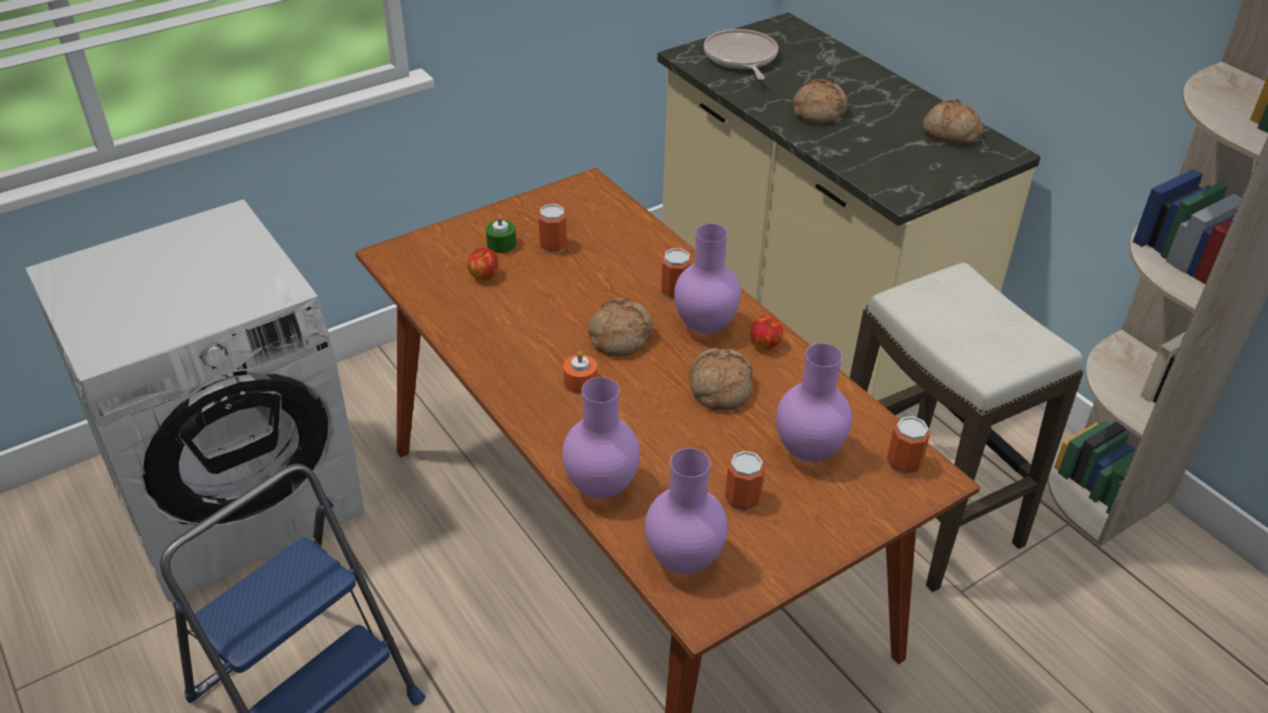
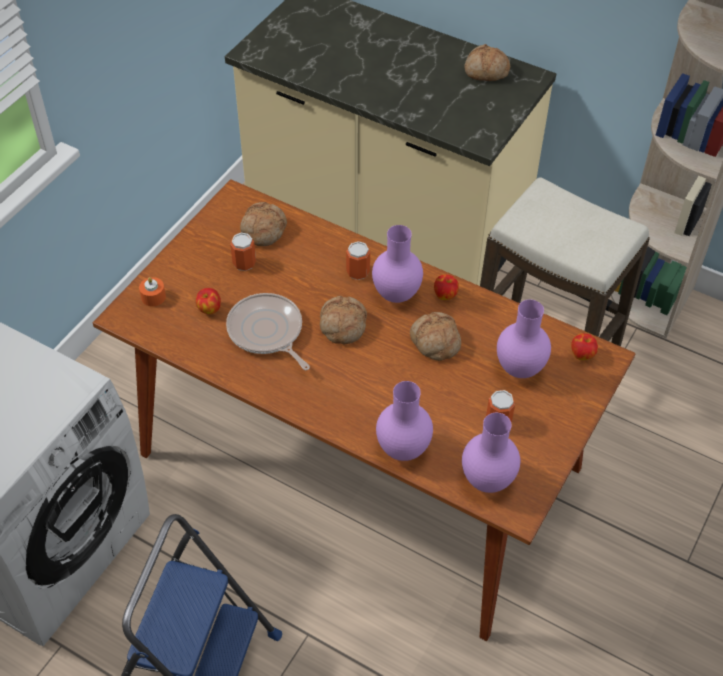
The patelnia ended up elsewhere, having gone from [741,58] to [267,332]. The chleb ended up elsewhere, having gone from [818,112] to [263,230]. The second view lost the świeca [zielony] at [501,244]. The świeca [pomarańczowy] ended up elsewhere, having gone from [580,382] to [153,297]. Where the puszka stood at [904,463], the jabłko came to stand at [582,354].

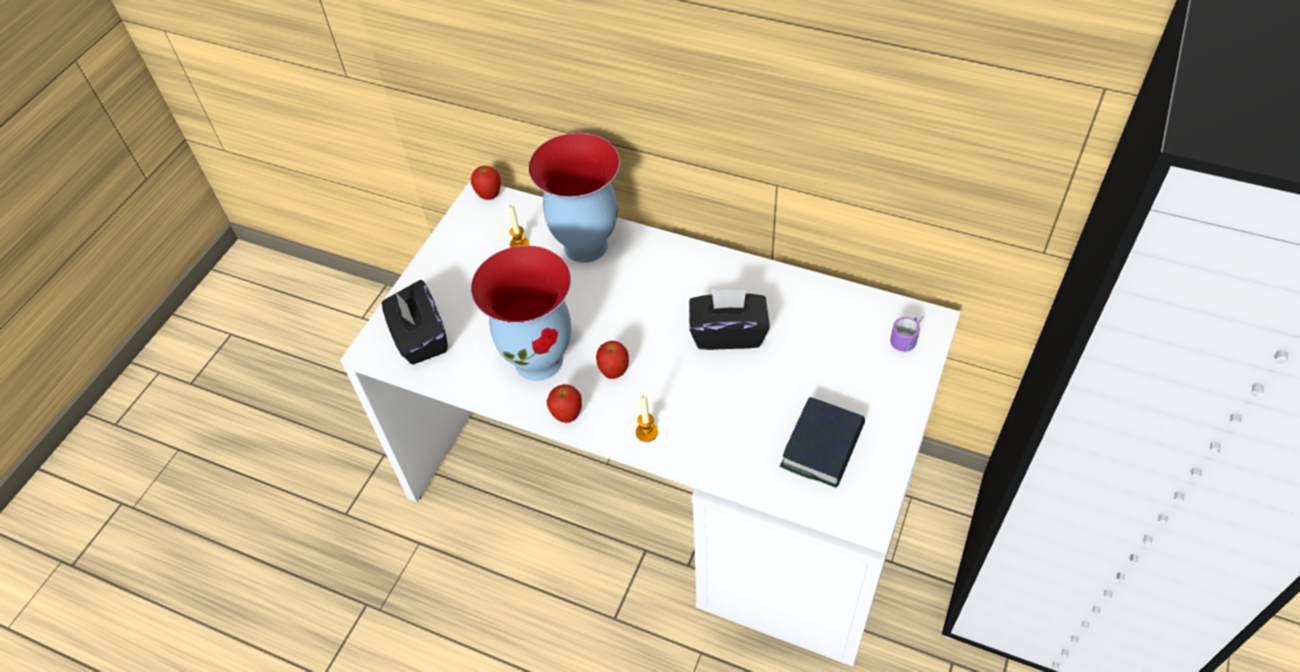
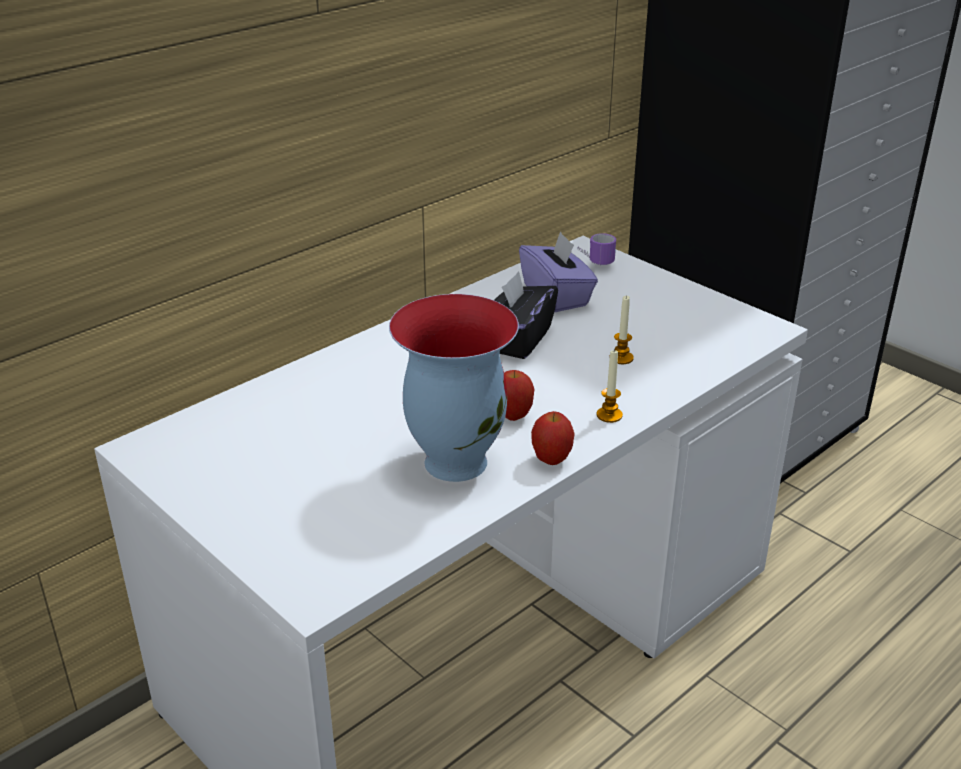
The second view lost the wazon at [584,245]. The second view lost the jabłko at [489,195]. The świeca ended up elsewhere, having gone from [519,244] to [621,358]. The second view lost the pudełko chusteczek [czarny] at [420,338]. The second view lost the książka at [822,447]. The second view gained the pudełko chusteczek [fioletowy] at [557,296].

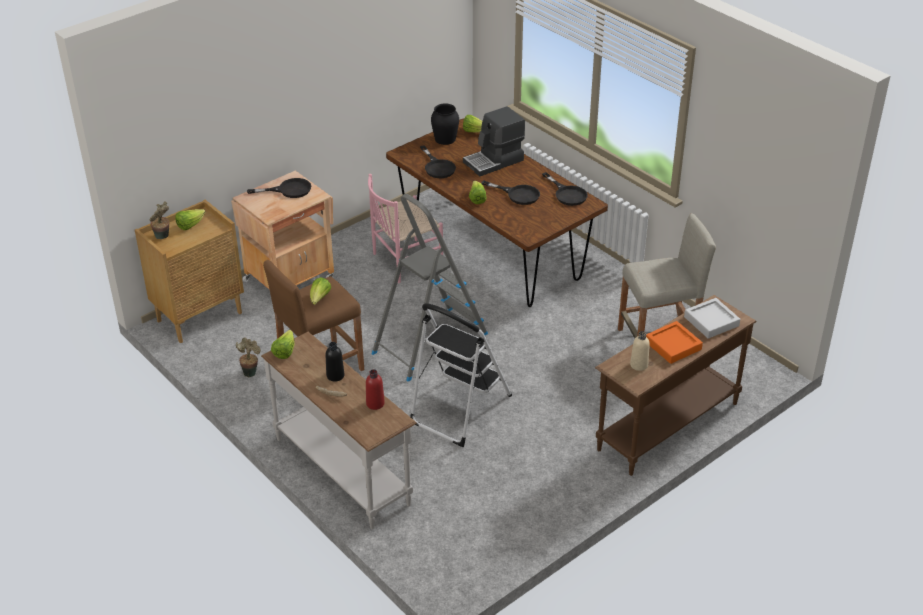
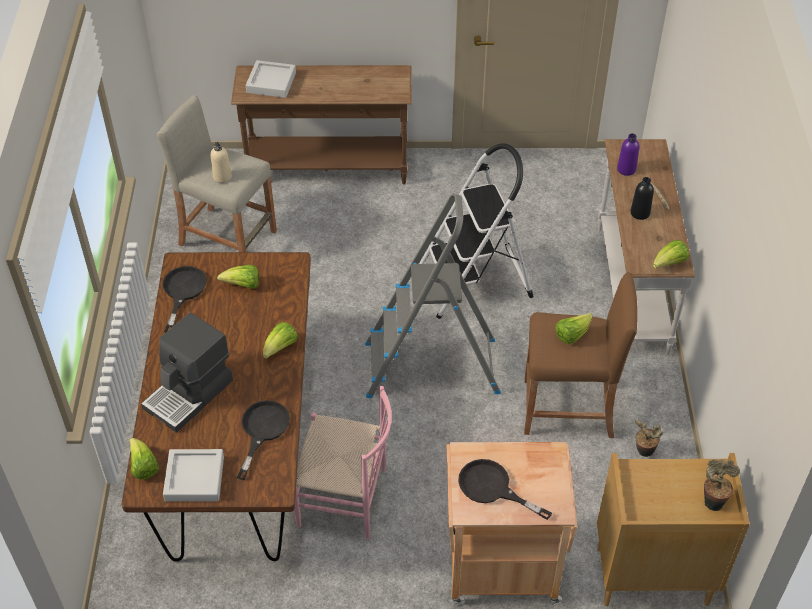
Where the wazon [czarny] stood at [445,139], the taca [szary] came to stand at [194,478]. The ekspres do kawy at [494,161] ended up facing another way, 120 degrees clockwise from before. The second view lost the patelnia [czarny] at [518,194]. The sałata ended up elsewhere, having gone from [190,225] to [243,285]. The second view lost the taca [pomarańczowy] at [673,345]. The butelka [beżowy] ended up elsewhere, having gone from [639,365] to [222,177]. What was the butelka [czerwony] at [375,403] turned into the butelka [fioletowy] at [626,169].

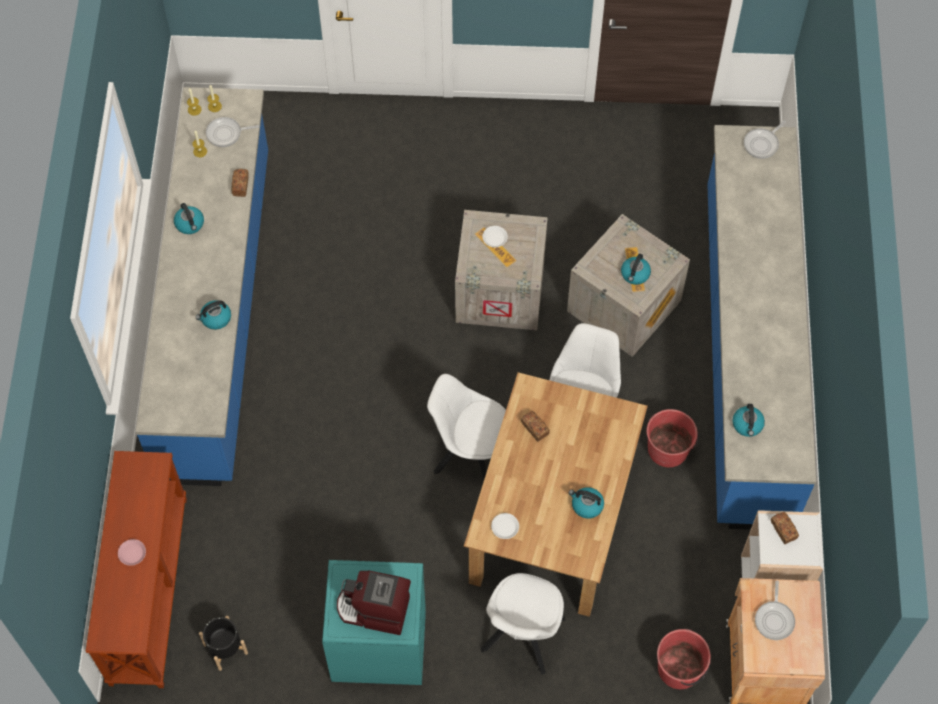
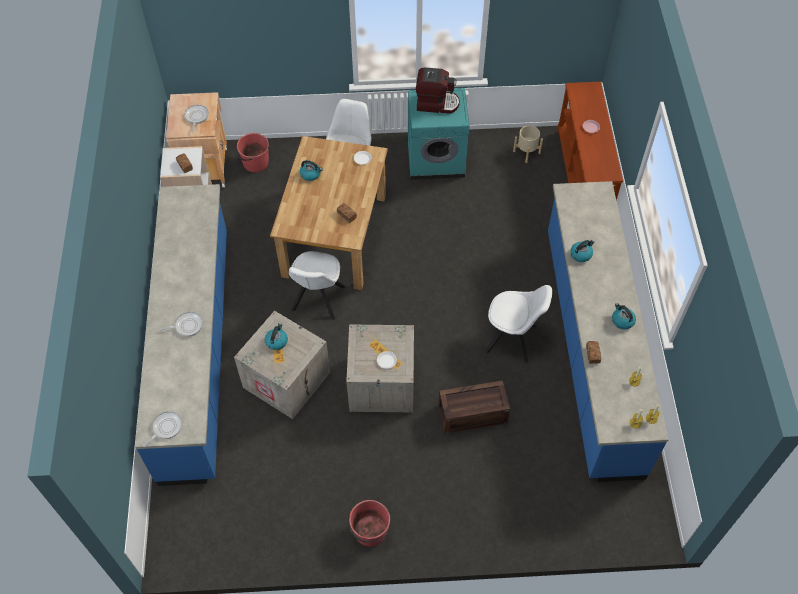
The patelnia ended up elsewhere, having gone from [226,134] to [187,326]. The krzesło [biały] ended up elsewhere, having gone from [470,454] to [513,339]. The second view lost the czajnik at [747,425]. The wiadro [czerwony] ended up elsewhere, having gone from [668,449] to [370,531]. What was the donica [czarny] at [225,649] turned into the donica [beżowy] at [526,152]. The second view gained the skrzynka at [473,413].

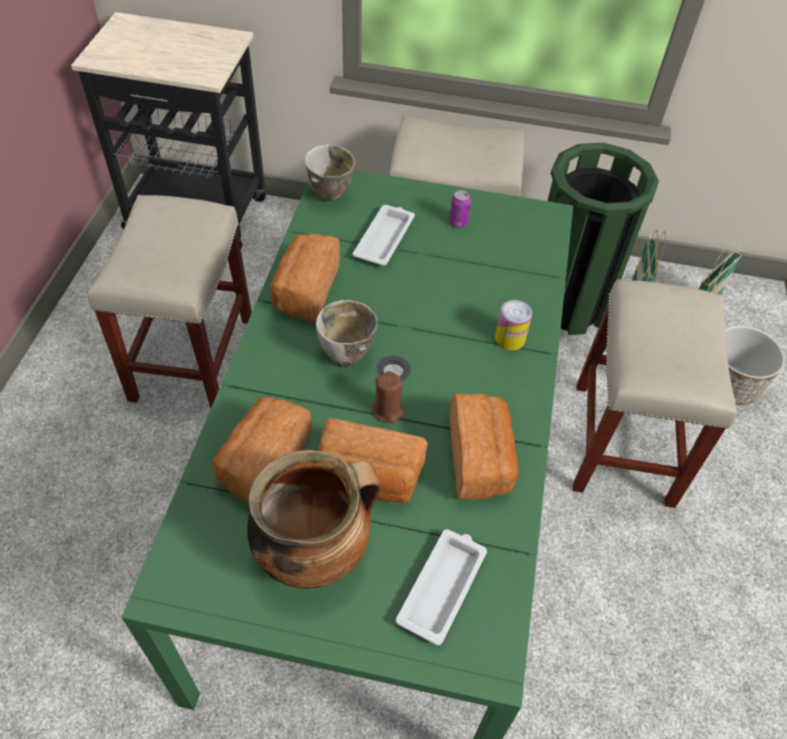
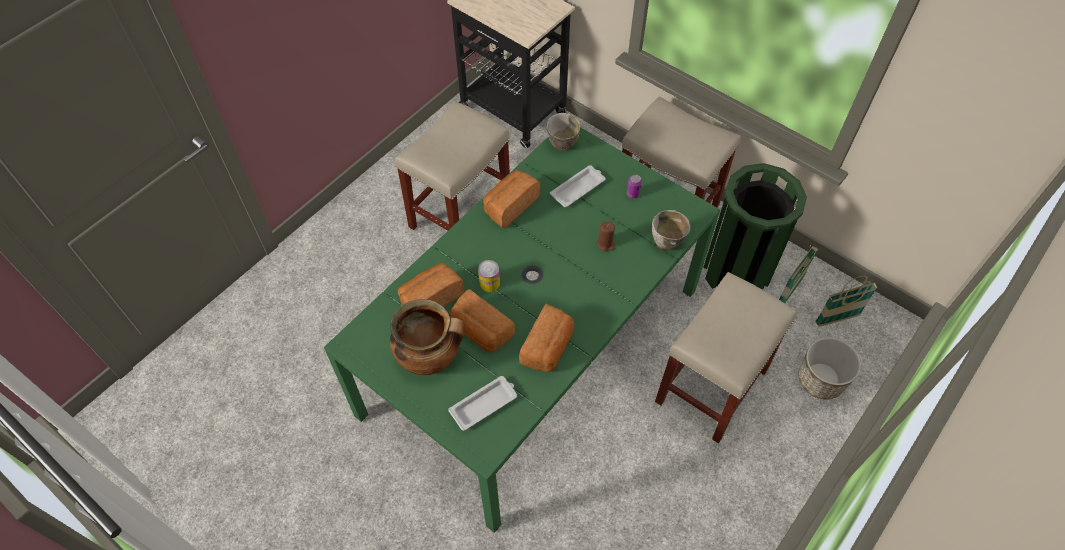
The miska ended up elsewhere, having gone from [347,357] to [666,244]. The puszka ended up elsewhere, having gone from [510,338] to [489,283]. The świeca [brązowy] ended up elsewhere, having gone from [388,410] to [605,244].

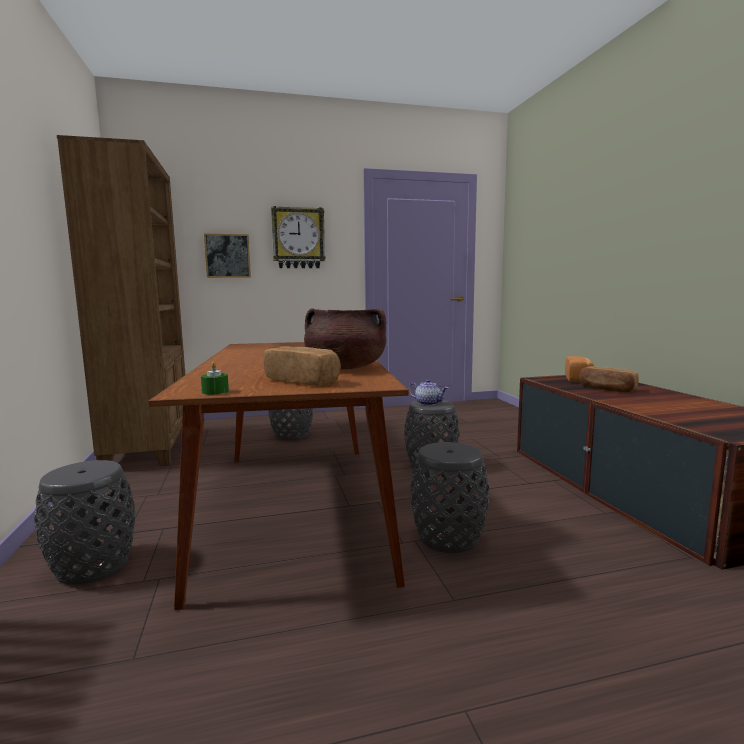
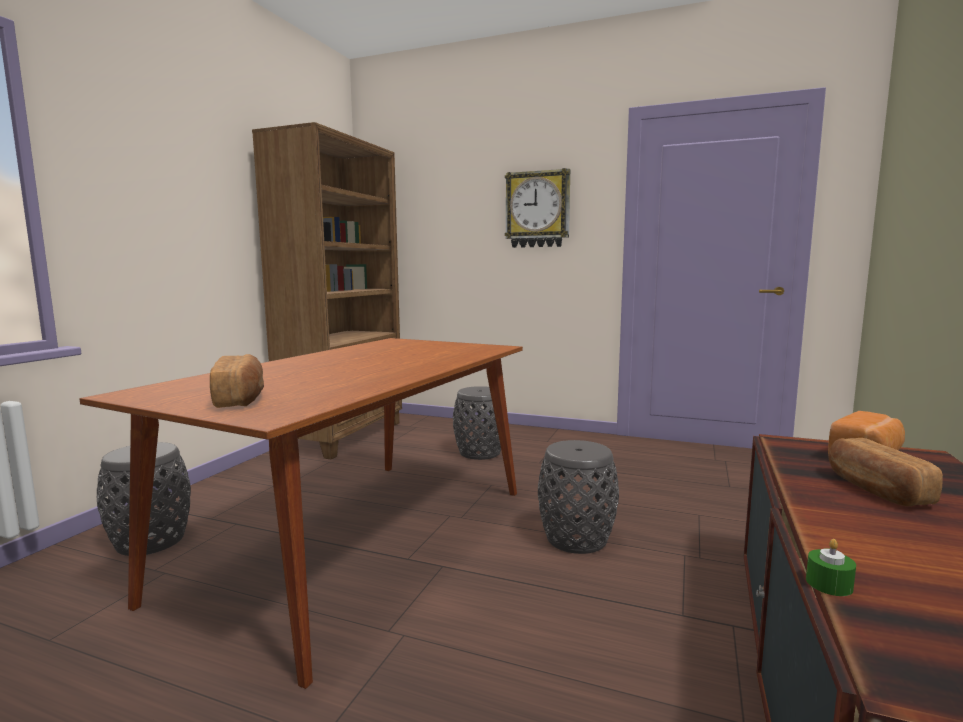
The second view lost the obraz at [227,256]. The second view lost the garnek [brązowy] at [345,368]. The świeca [zielony] ended up elsewhere, having gone from [215,391] to [829,584]. The second view lost the imbryk at [428,403]. The second view lost the stołek [szary] at [448,538].

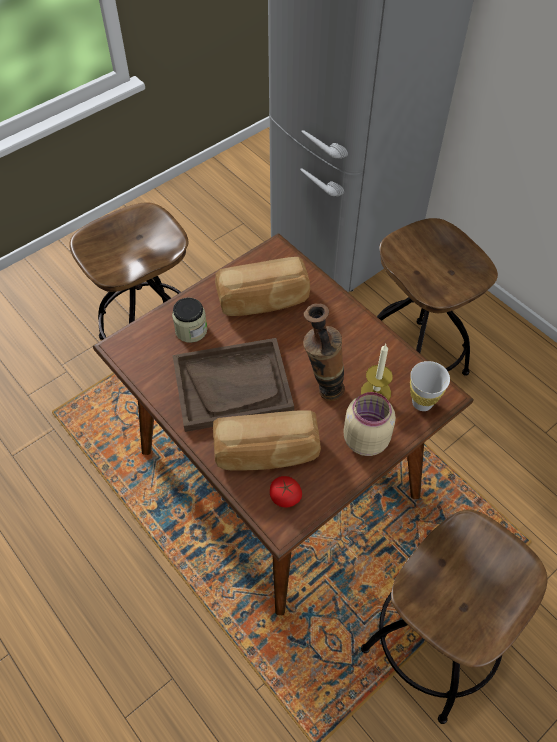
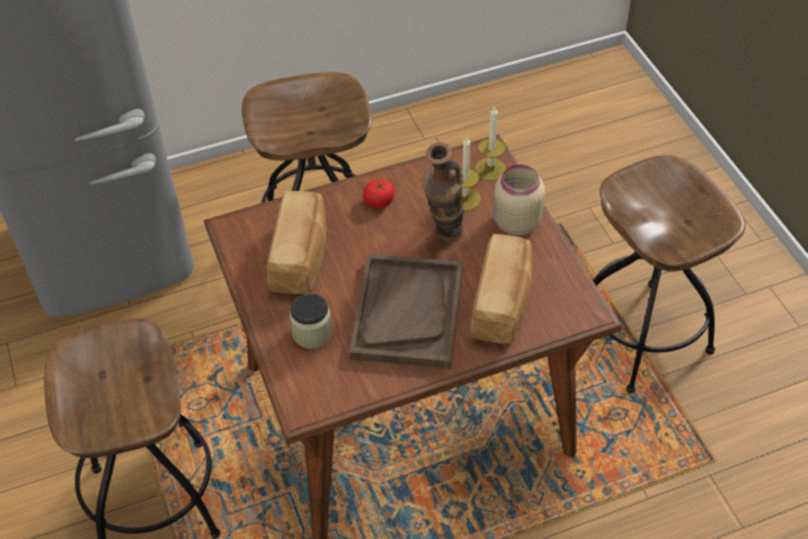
Where the filiżanka [biały] stood at [422,403], the świeca came to stand at [490,169]. The pomidor ended up elsewhere, having gone from [285,497] to [379,201].

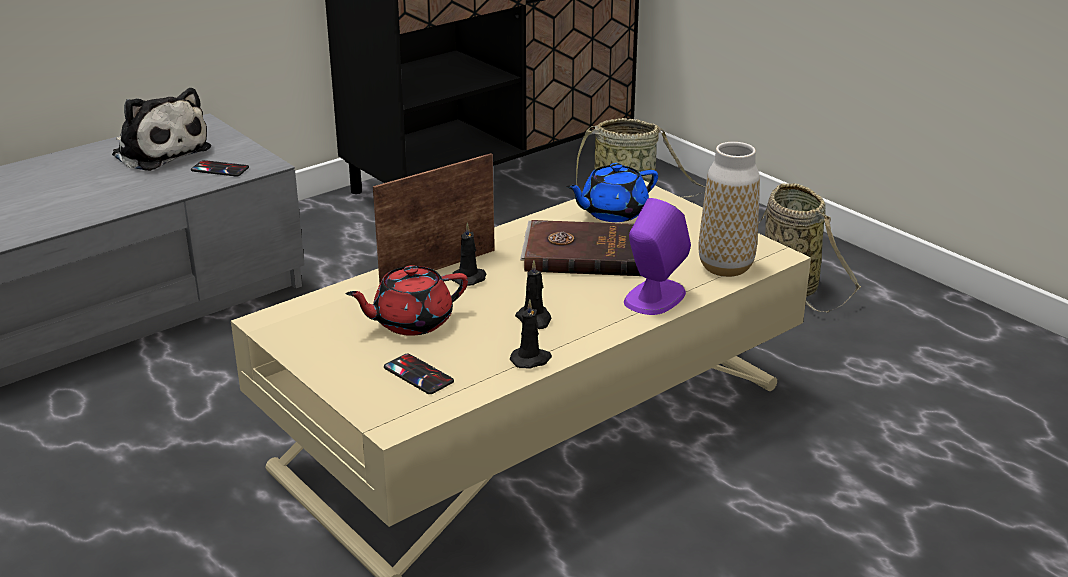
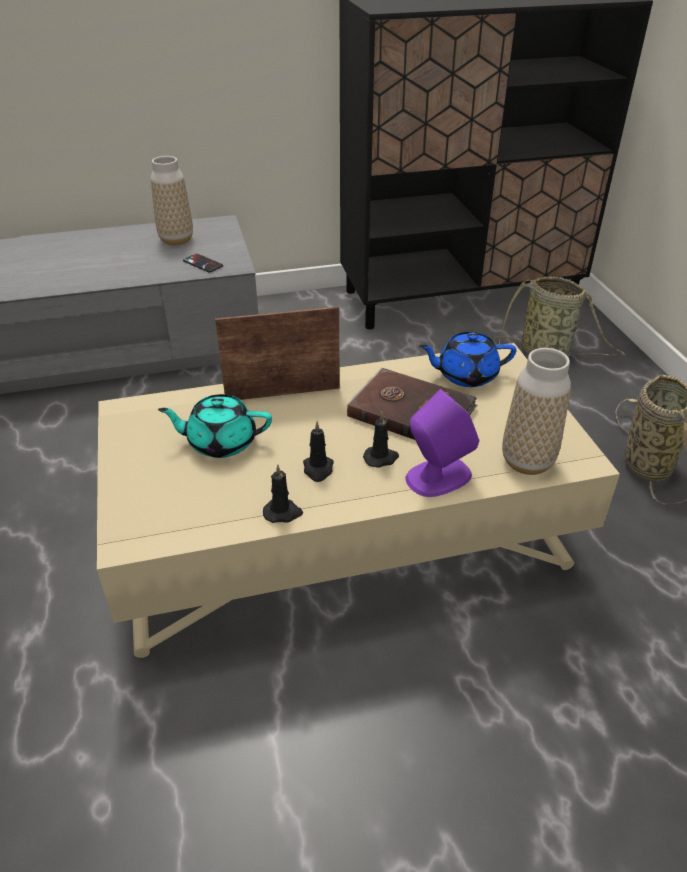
Where the pluszak stood at [159,151], the wazon came to stand at [176,240]. The świeca [czarny] ended up elsewhere, having gone from [470,278] to [381,458]. What was the imbryk [czerwony] at [411,322] turned into the imbryk [turkusowy] at [220,442]. The second view lost the telefon at [418,374].

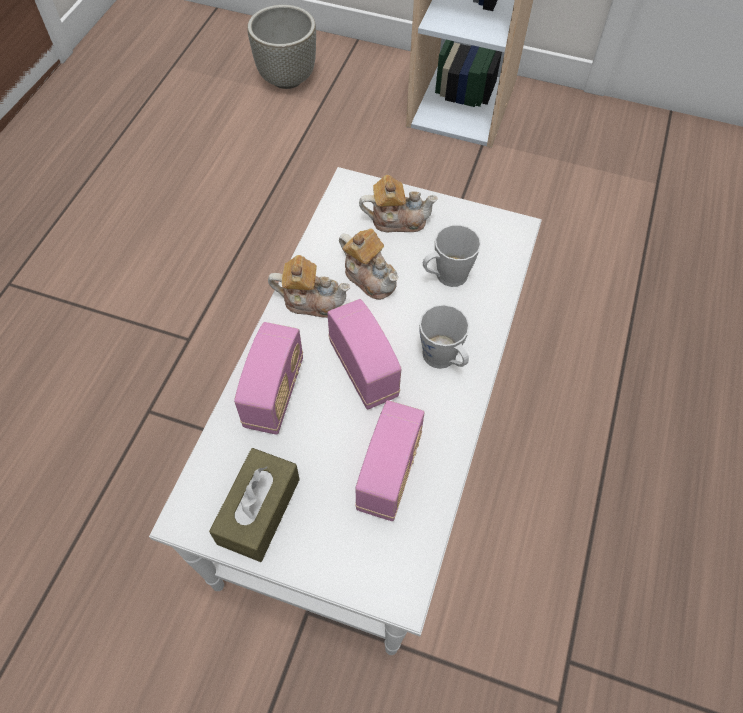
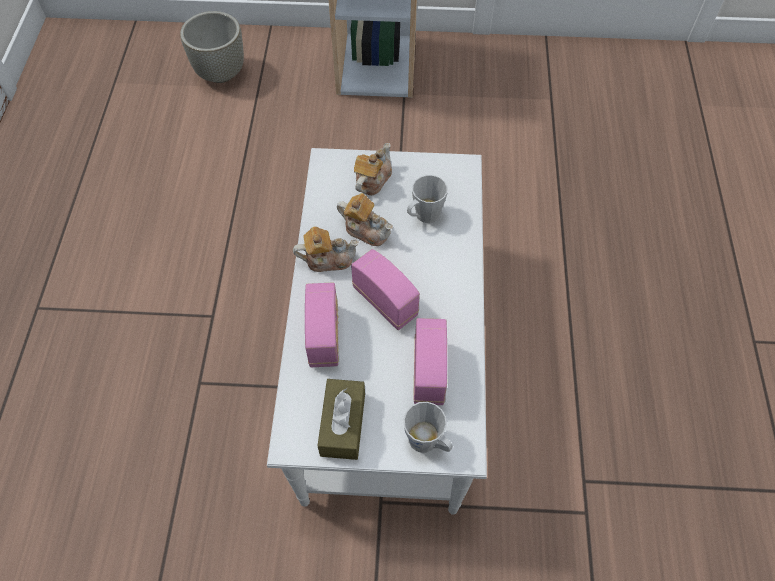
The imbryk at [397,219] ended up facing another way, 45 degrees counterclockwise from before. The kubek [szary] ended up elsewhere, having gone from [443,359] to [428,442].

